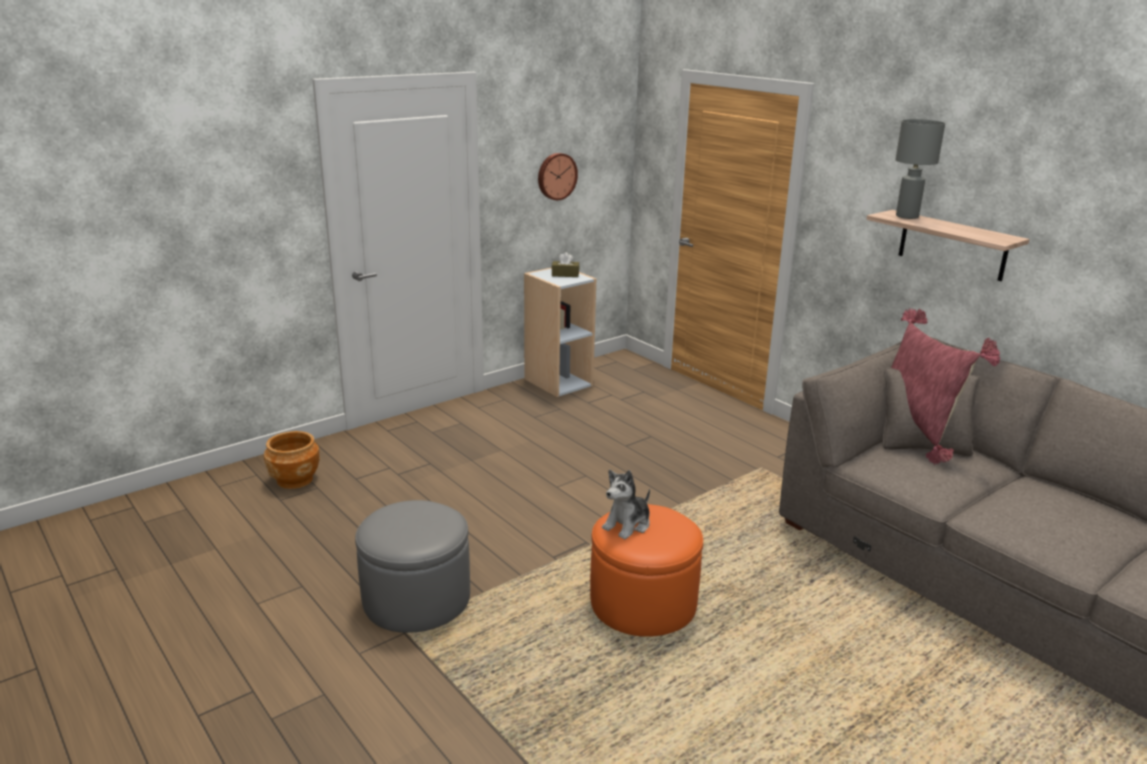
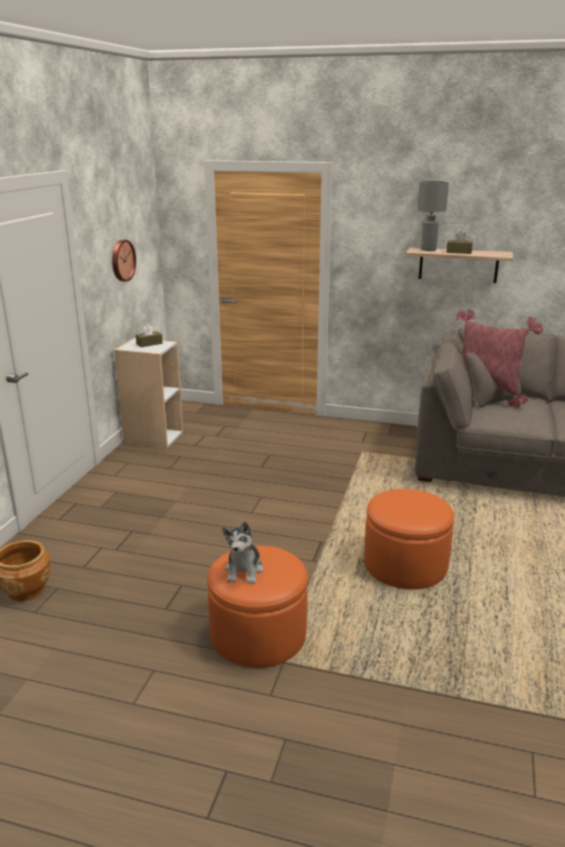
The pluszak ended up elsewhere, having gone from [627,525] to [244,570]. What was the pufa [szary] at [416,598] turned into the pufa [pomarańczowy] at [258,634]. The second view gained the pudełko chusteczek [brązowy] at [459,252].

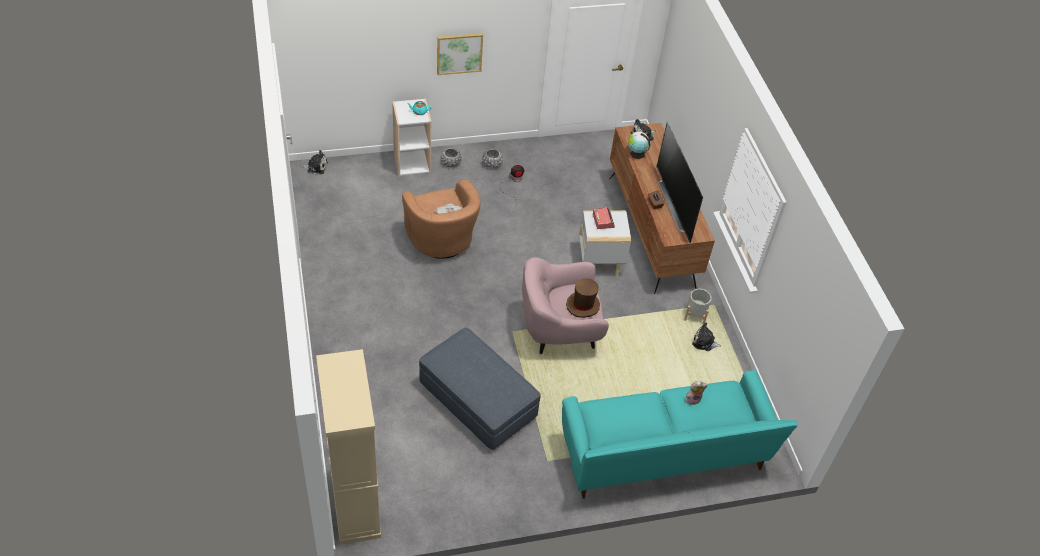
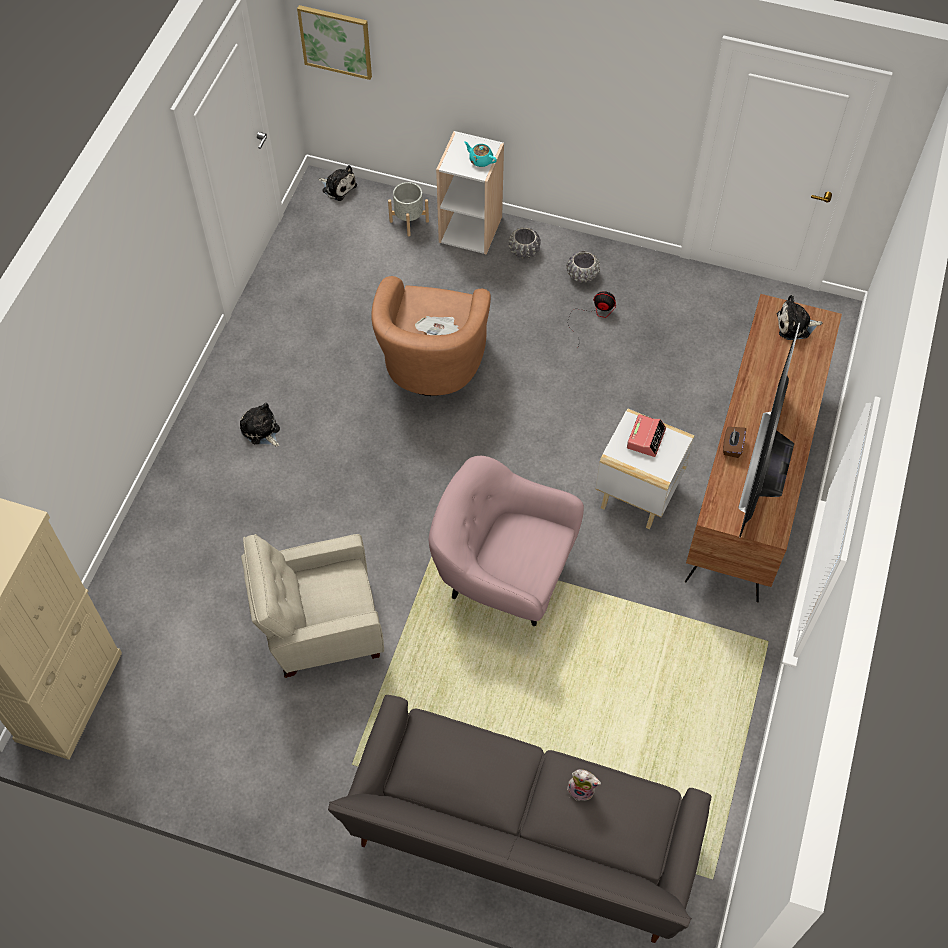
The obraz ended up elsewhere, having gone from [459,53] to [336,41]. The second view lost the globus at [636,153]. The second view lost the kapelusz [brązowy] at [583,305]. The donica [szary] ended up elsewhere, having gone from [695,315] to [409,221]. The pluszak ended up elsewhere, having gone from [705,342] to [261,431]. Where the pufa [szary] stood at [477,400], the fotel [beżowy] came to stand at [320,626]. What was the kanapa [turkusowy] at [663,454] turned into the kanapa [szary] at [522,840].

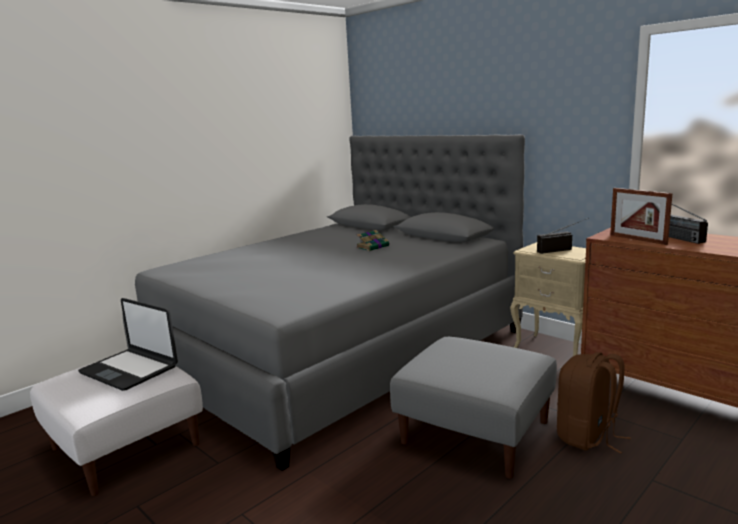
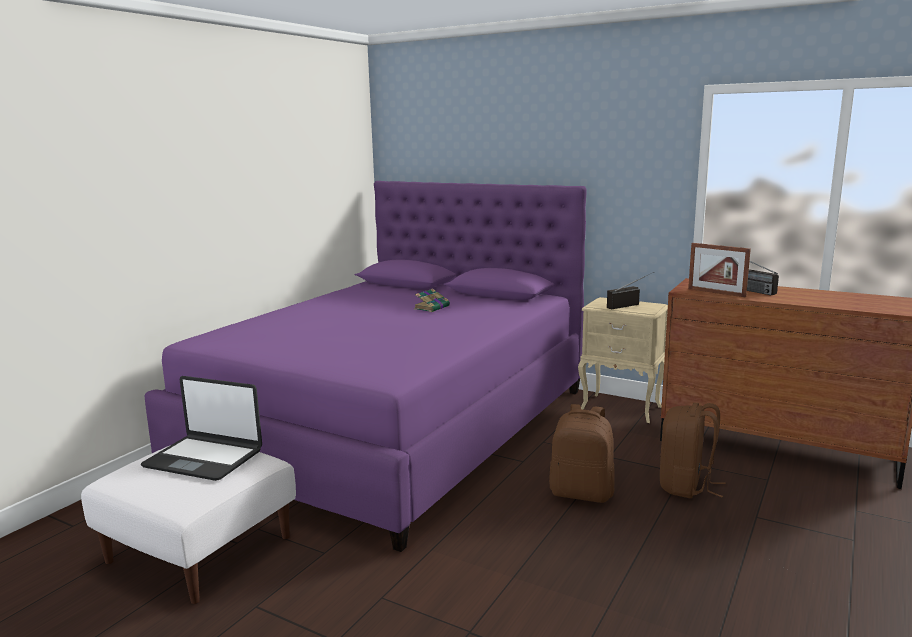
What was the łóżko [szary] at [337,351] turned into the łóżko [fioletowy] at [393,426]. Where the pufa [szary] stood at [476,432], the plecak [brązowy] came to stand at [582,493].

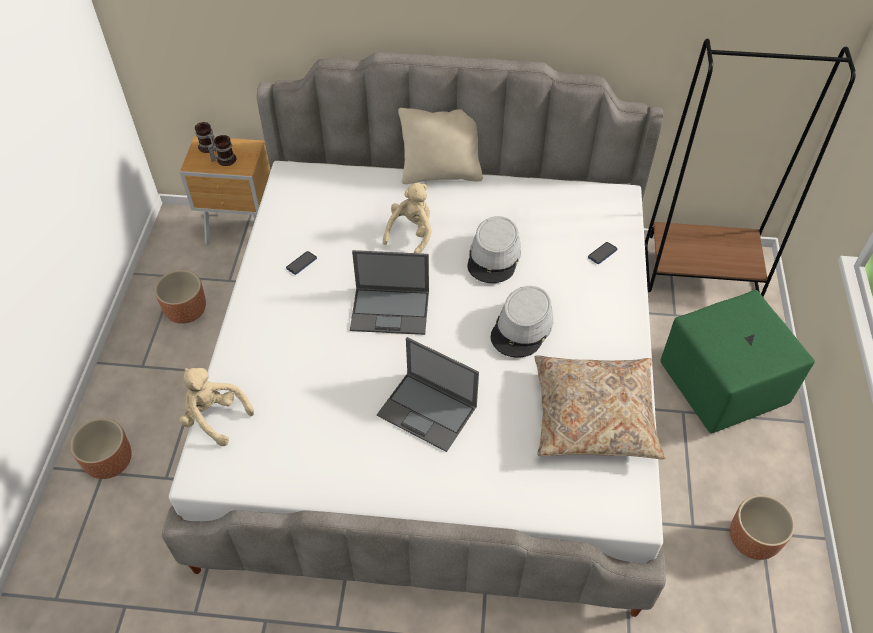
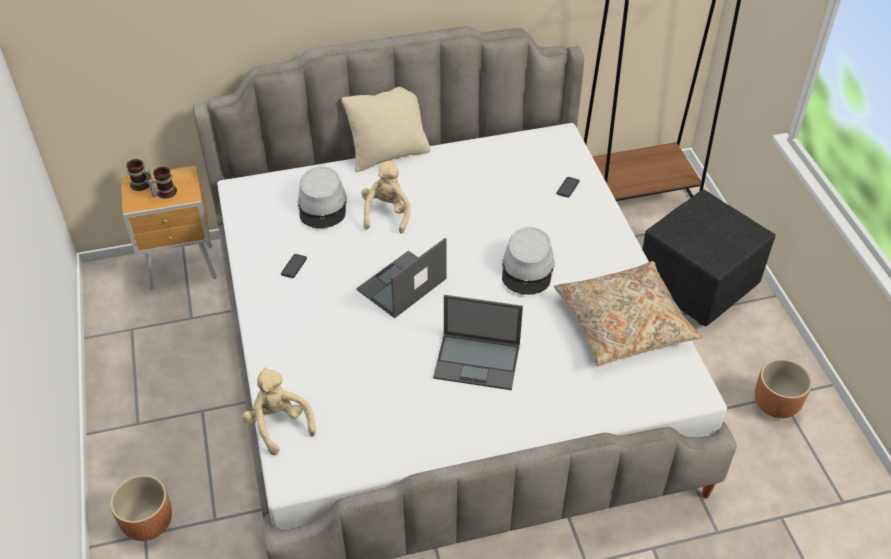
The kapelusz [szary] ended up elsewhere, having gone from [494,257] to [323,205]. The laptop at [391,310] ended up facing another way, 150 degrees clockwise from before. The second view lost the donica [brązowy] at [187,311]. What was the pufa [zielony] at [720,385] turned into the pufa [czarny] at [695,285]. The pluszak [beżowy] at [214,417] ended up facing another way, 45 degrees clockwise from before.

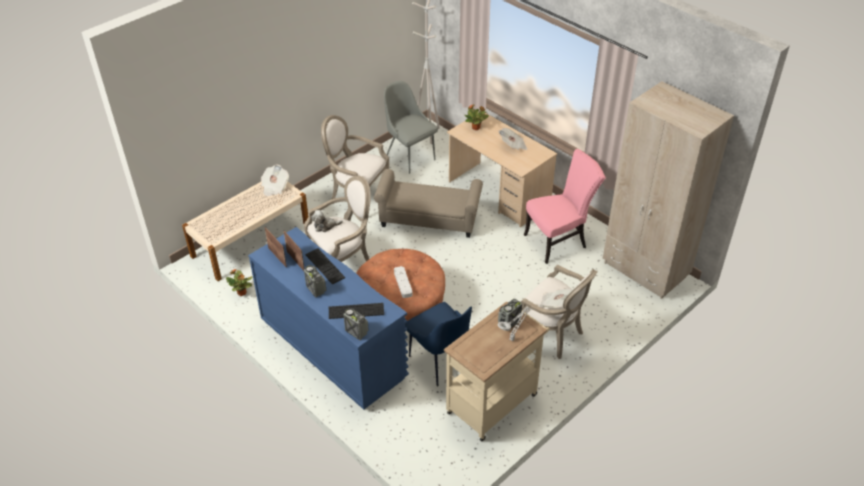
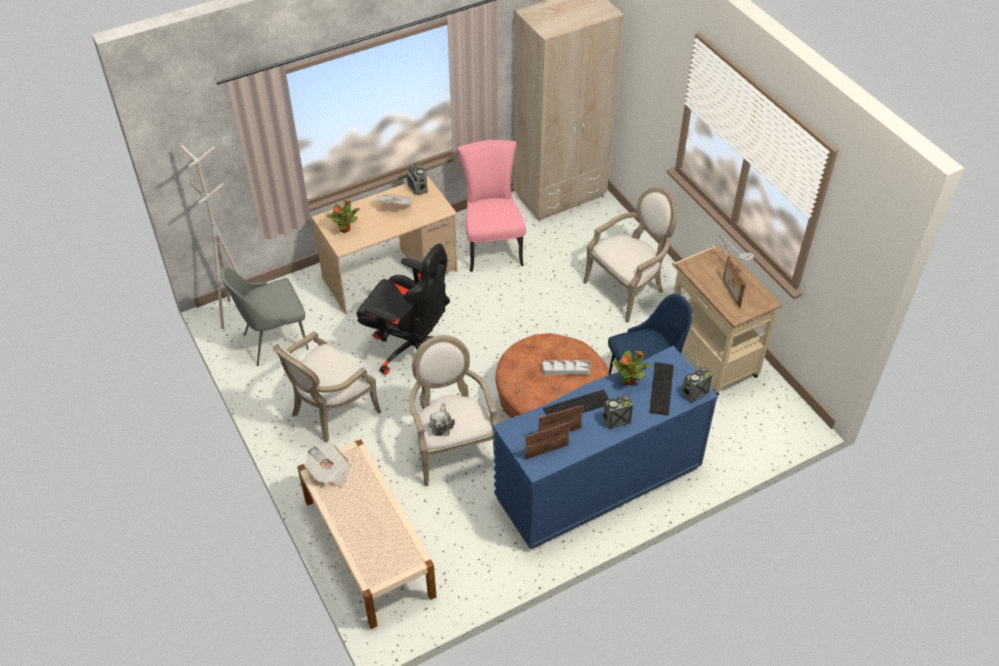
Where the pufa [beżowy] stood at [428,220], the krzesło biurowe [czarny] came to stand at [408,349]. The roślina doniczkowa ended up elsewhere, having gone from [242,293] to [629,380]. The second view lost the gazeta at [555,304]. The radio ended up elsewhere, having gone from [508,322] to [417,189]. The second view gained the ramka na zdjęcie at [730,293].

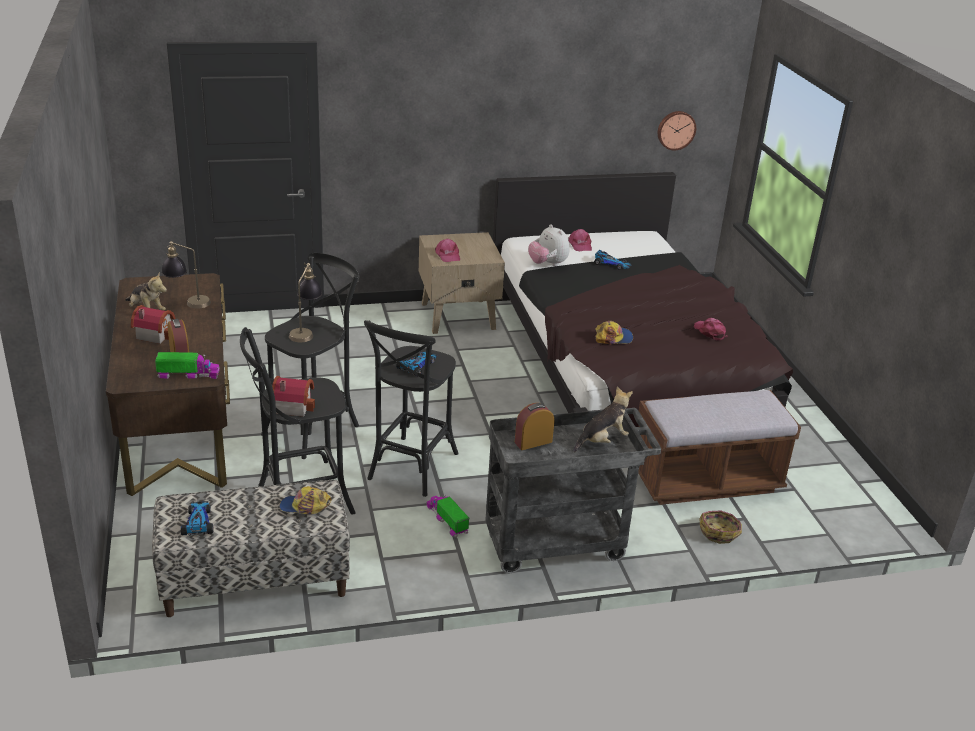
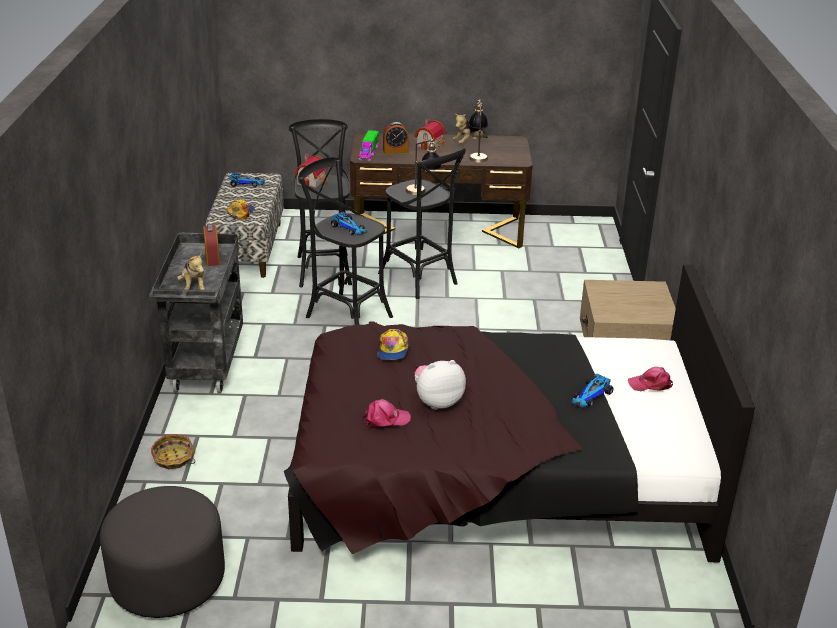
The second view lost the zegar ścienny at [676,130]. The pluszak ended up elsewhere, having gone from [547,264] to [437,402]. The second view lost the czapka z daszkiem [różowy] at [447,255]. The second view lost the ławka [brązowy] at [706,481]. The second view lost the ciężarówka zabawkowa at [447,520]. The second view gained the pufa [szary] at [168,580].

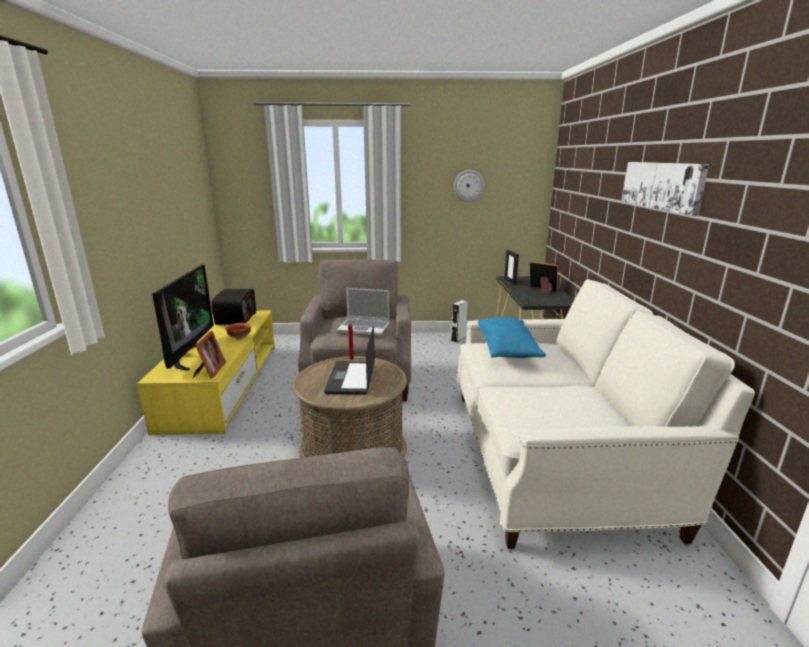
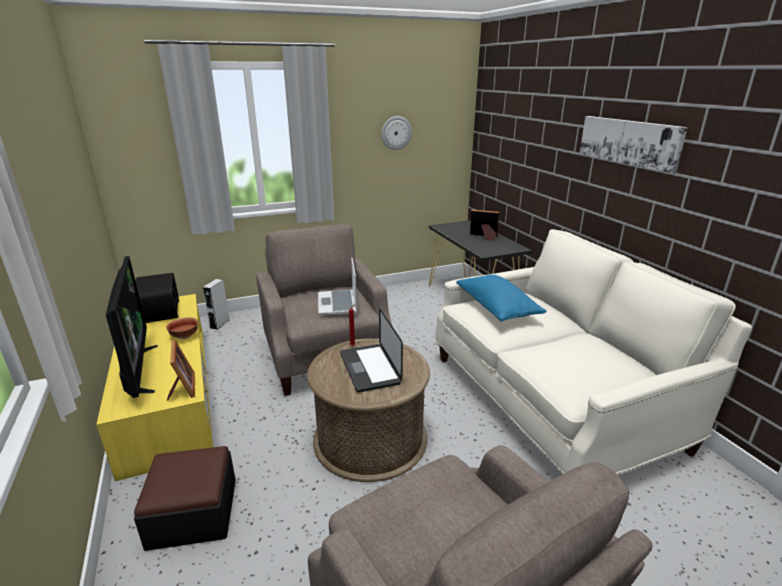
The second view lost the ramka na zdjęcie at [510,281]. The laptop at [365,328] ended up facing another way, 90 degrees clockwise from before. The głośnik [szary] ended up elsewhere, having gone from [458,338] to [220,324]. The second view gained the pufa at [193,513].

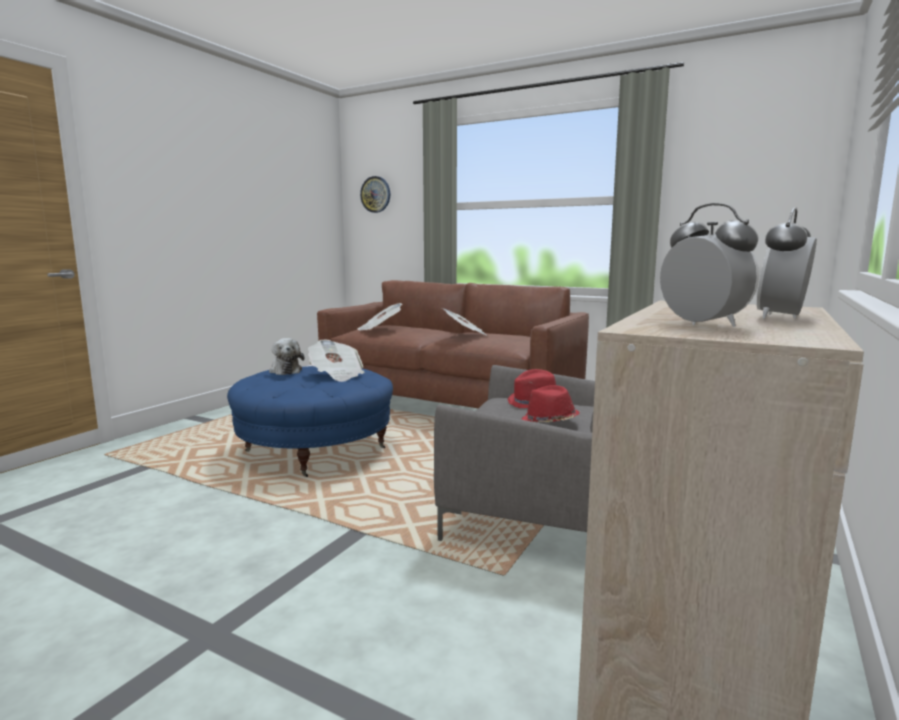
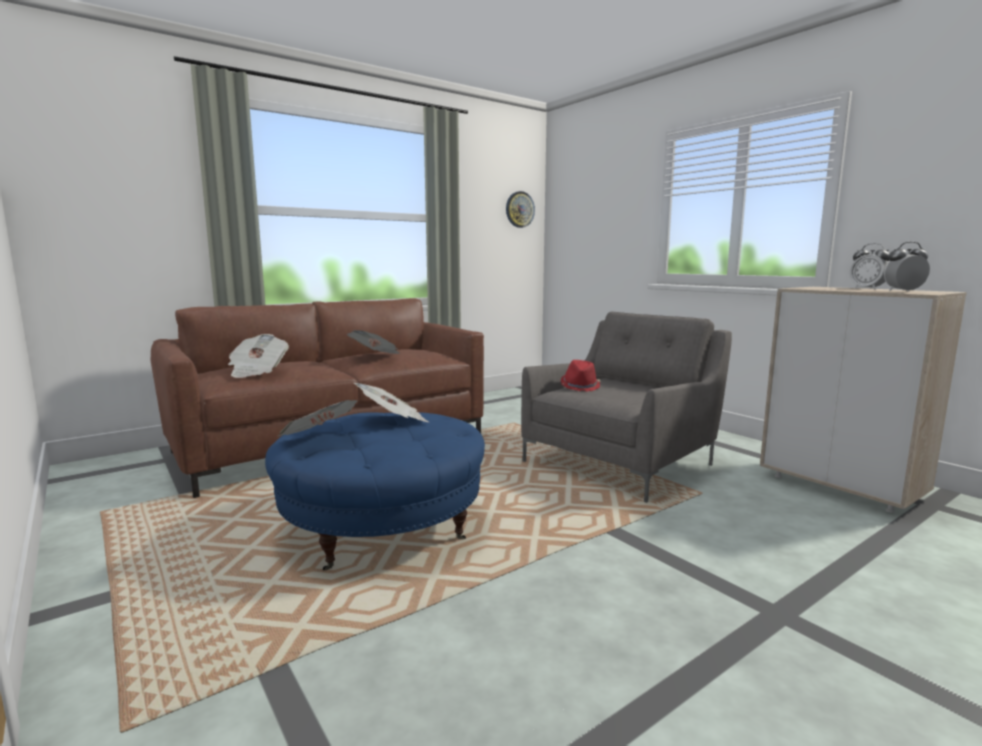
The zegar ścienny ended up elsewhere, having gone from [376,194] to [519,209]. Where the pluszak stood at [285,370], the gazeta came to stand at [319,439]. The second view lost the kapelusz [czerwony] at [549,422].

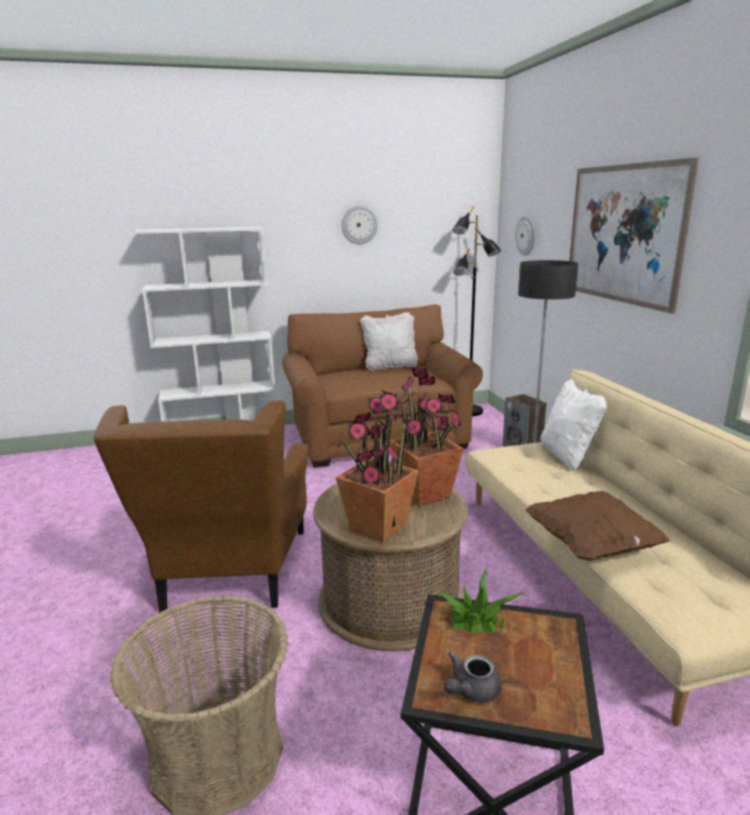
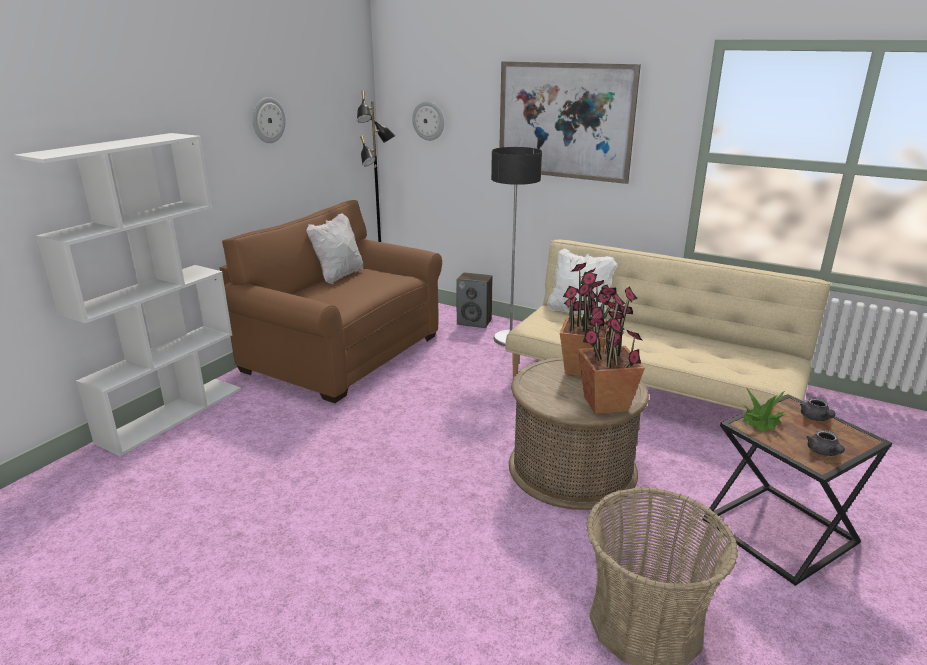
The second view lost the fotel [brązowy] at [228,577]. The second view lost the poduszka [brązowy] at [591,545]. The second view gained the imbryk [szary] at [816,418].

